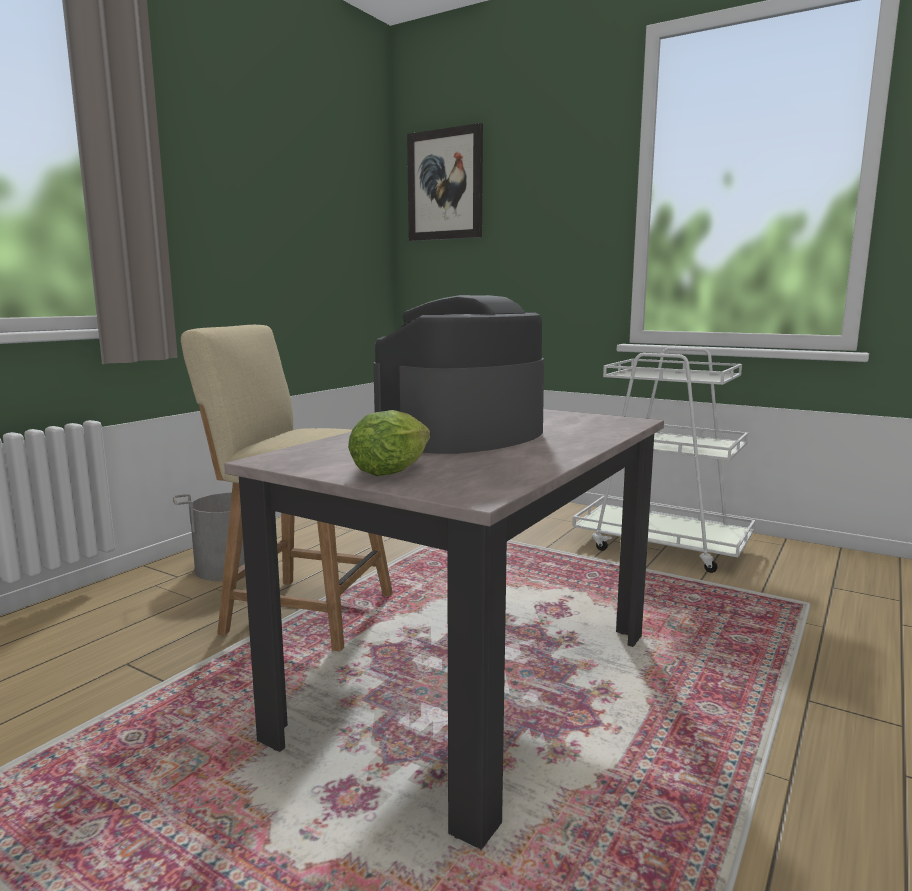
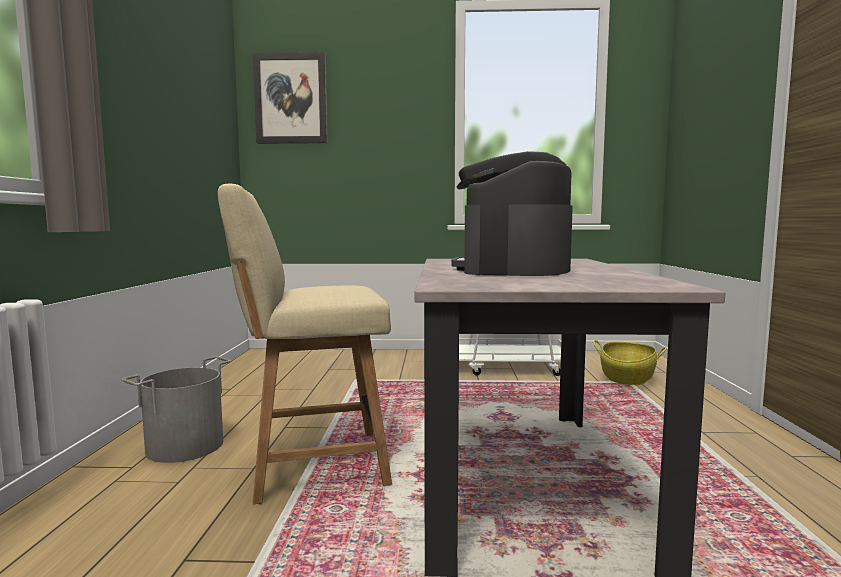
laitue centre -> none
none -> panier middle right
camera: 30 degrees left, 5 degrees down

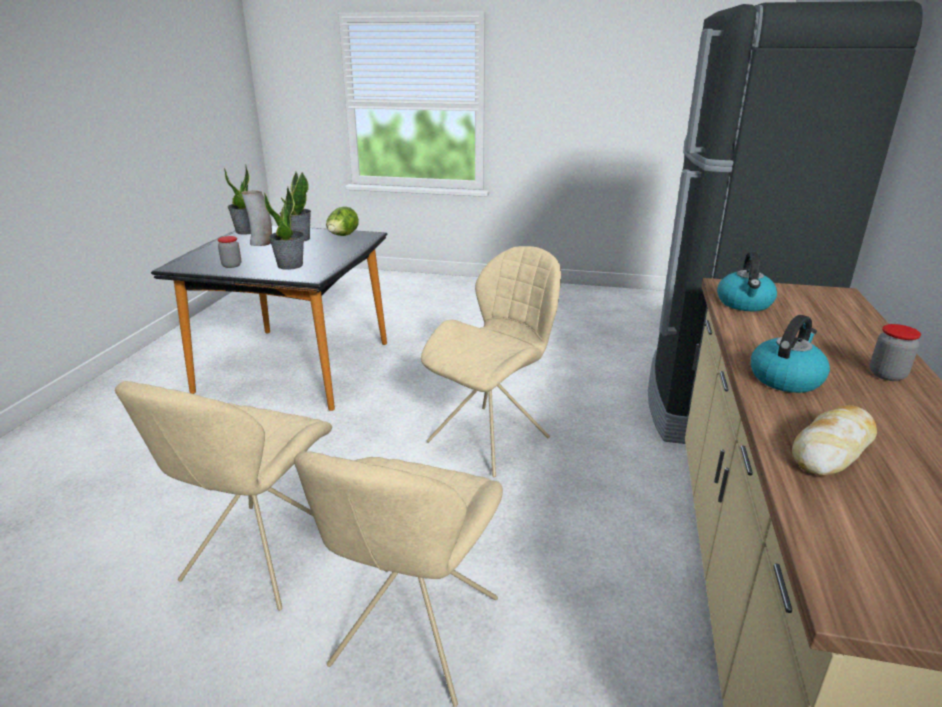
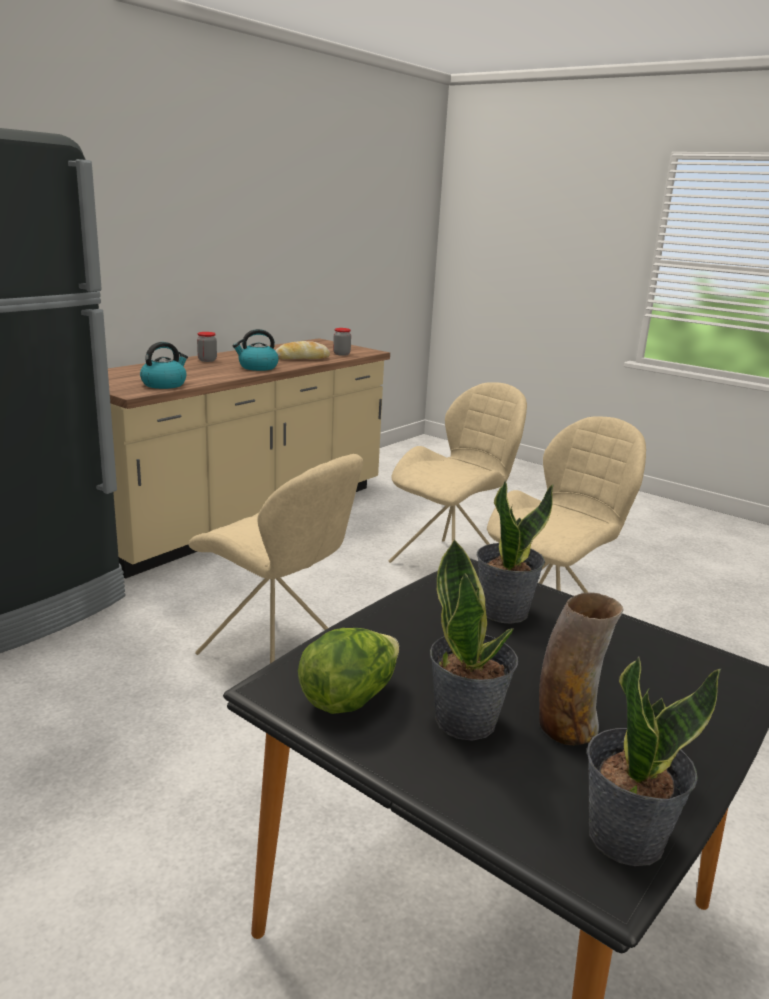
bocal (no. 1 from left in the first image) middle left -> bocal (no. 2 from left) centre, relocated
chaise [beige] (no. 3 from left in the first image) centre -> chaise [beige] (no. 1 from left) centre, 120 degrees counterclockwise
camera: 155 degrees left, 5 degrees down

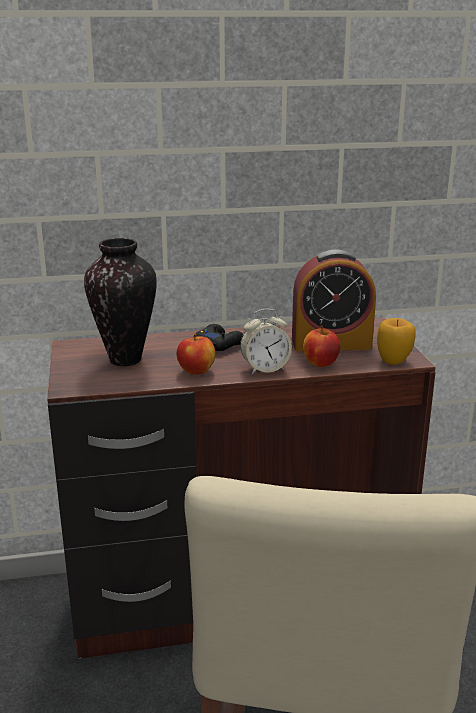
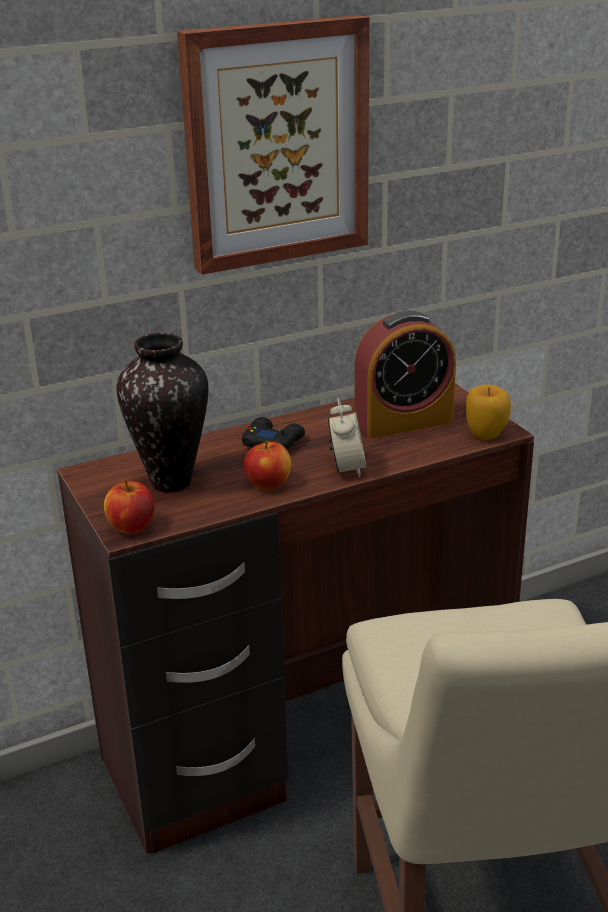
none -> tableau top centre
pomme (no. 2 from left in the first image) middle right -> pomme (no. 1 from left) middle left, relocated
réveil (no. 1 from left) centre, 60 degrees counterclockwise
camera: 15 degrees left, 5 degrees up

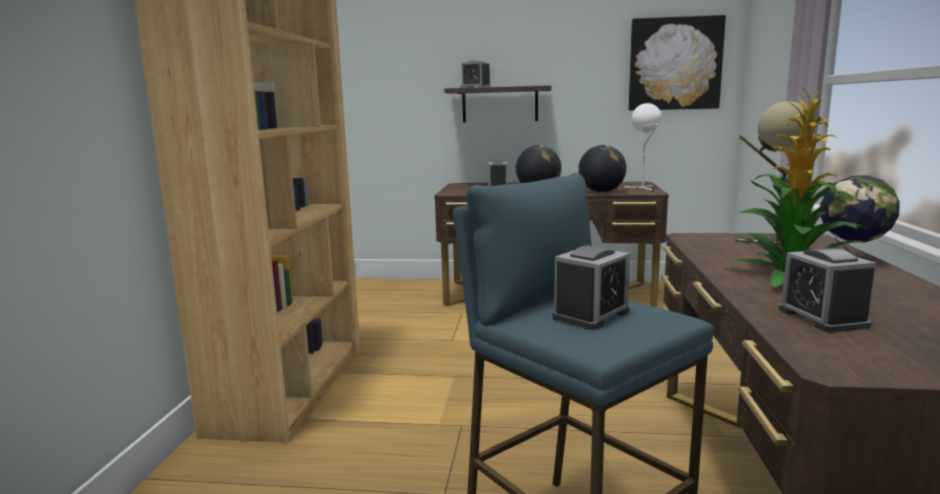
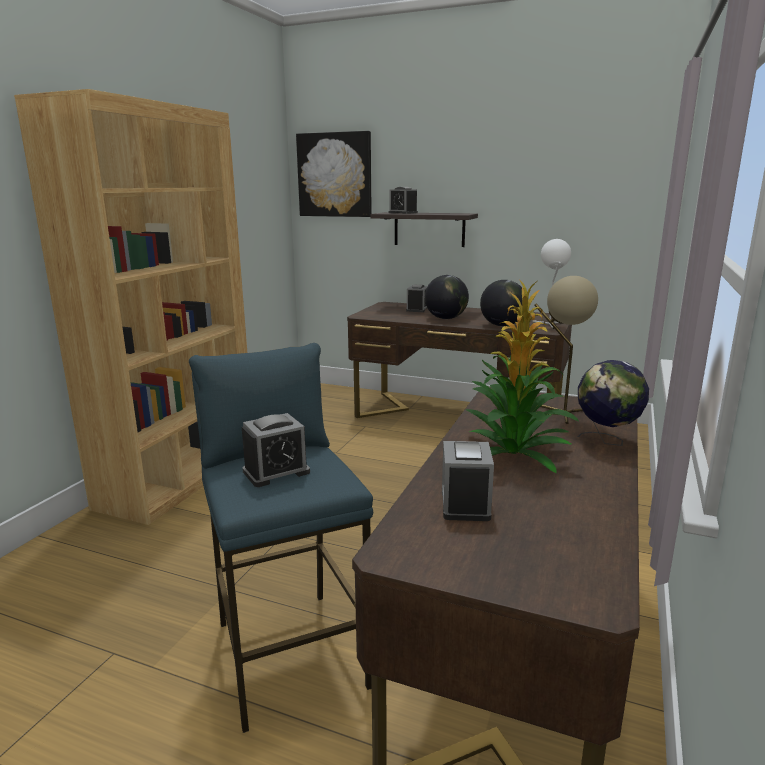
tableau top right -> tableau top centre, relocated
camera: 15 degrees right, 5 degrees up

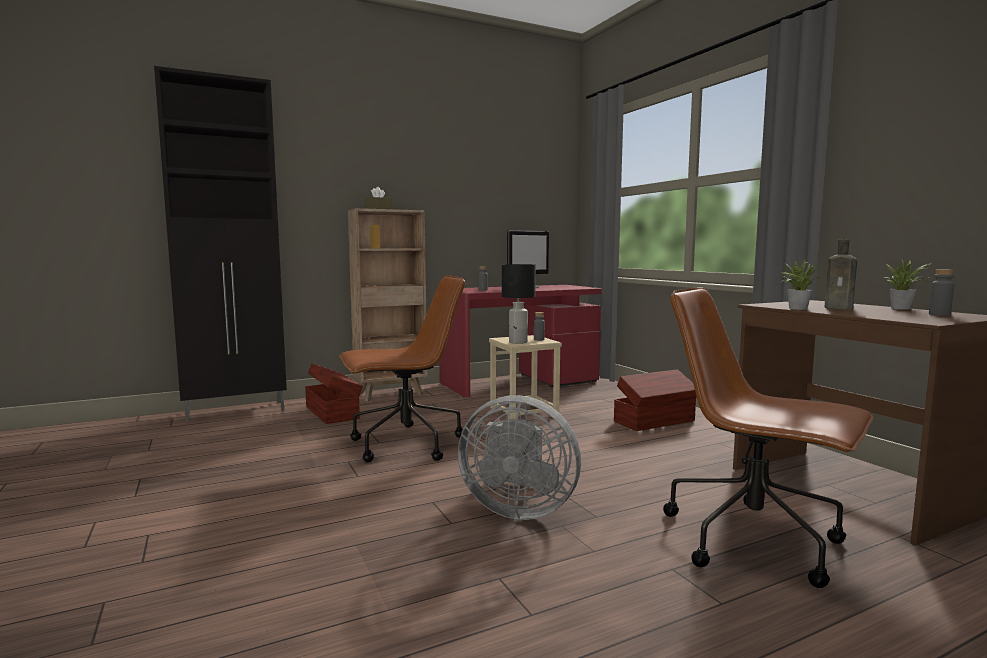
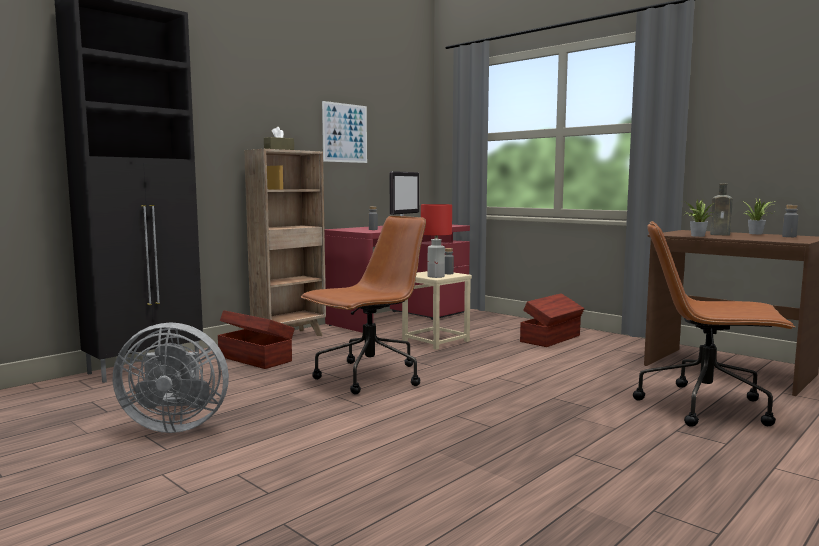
none -> tableau top centre
ventilateur [gris] bottom centre -> ventilateur [gris] bottom left, relocated
lampe de table [noir] centre -> lampe de table [rouge] centre
camera: 20 degrees left, 0 degrees up

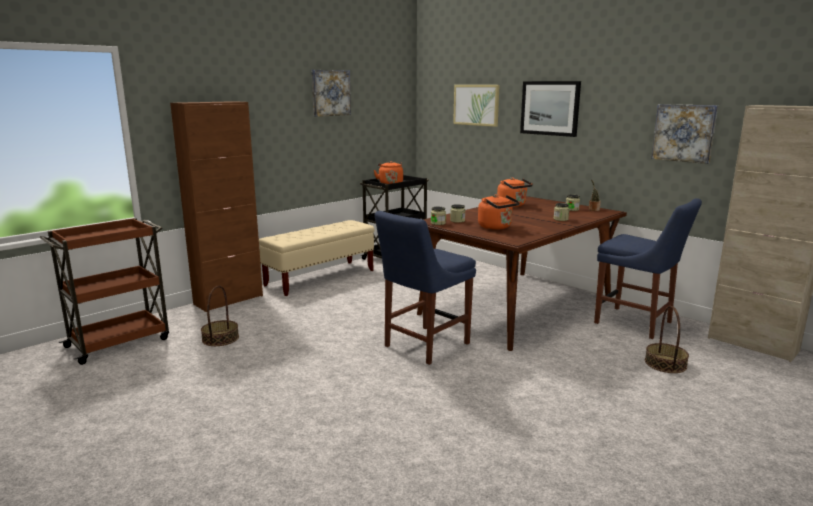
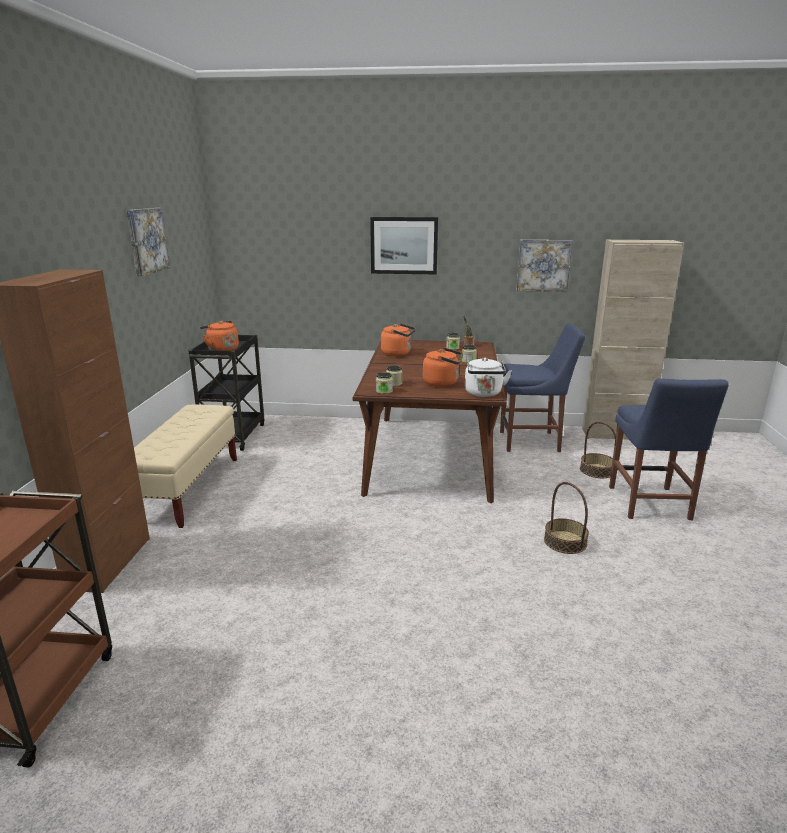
tableau (no. 2 from left) top centre -> none
none -> bouilloire [blanc] centre
panier (no. 1 from left) middle left -> panier (no. 1 from left) middle right, relocated
chaise [bleu] (no. 1 from left in the first image) centre -> chaise [bleu] (no. 2 from left) middle right, relocated
camera: 40 degrees left, 5 degrees up

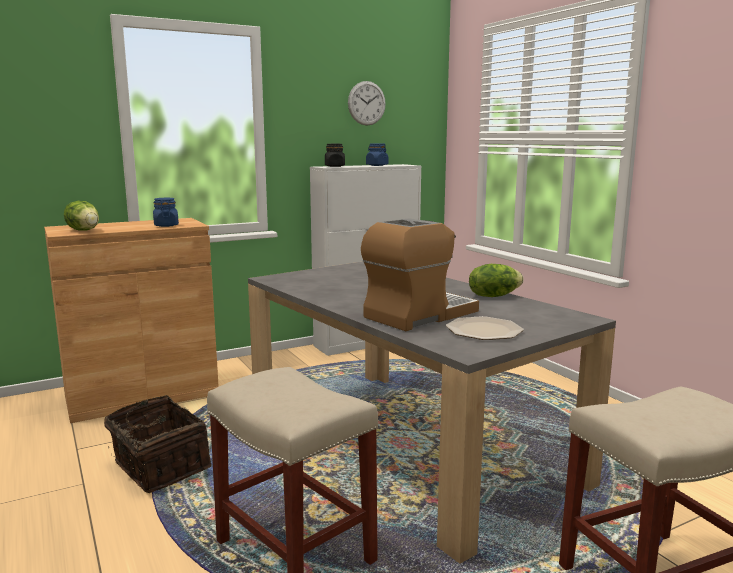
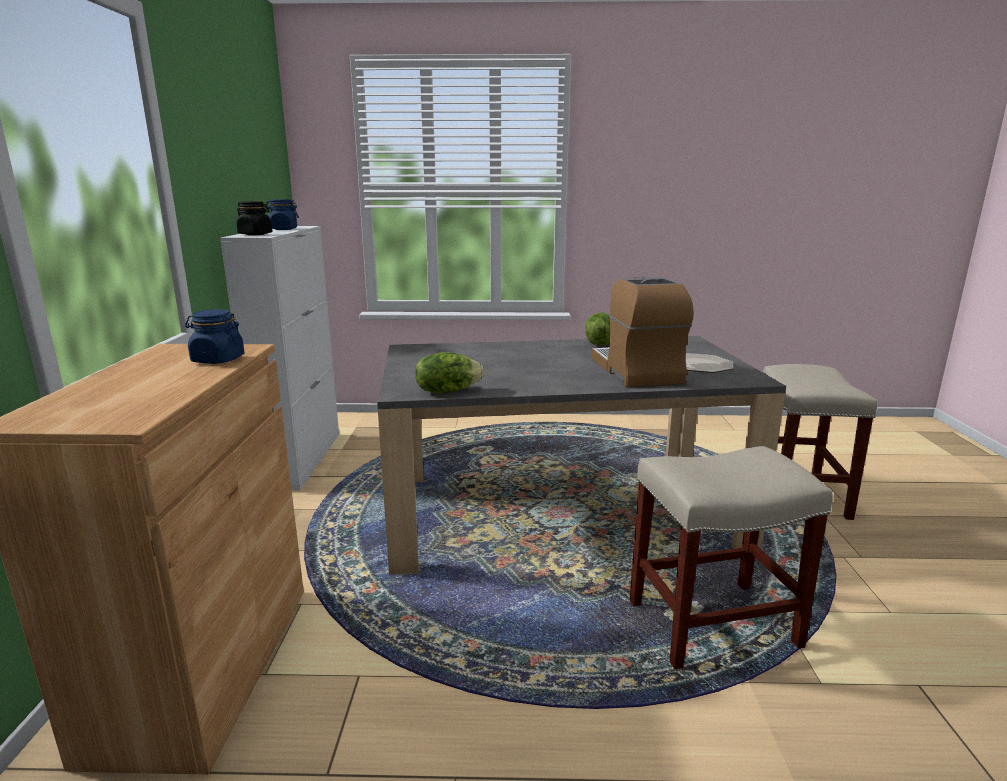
panier bottom left -> none
horloge murale top centre -> none
laitue (no. 1 from left) middle left -> laitue (no. 1 from left) centre, relocated
camera: 60 degrees left, 5 degrees up

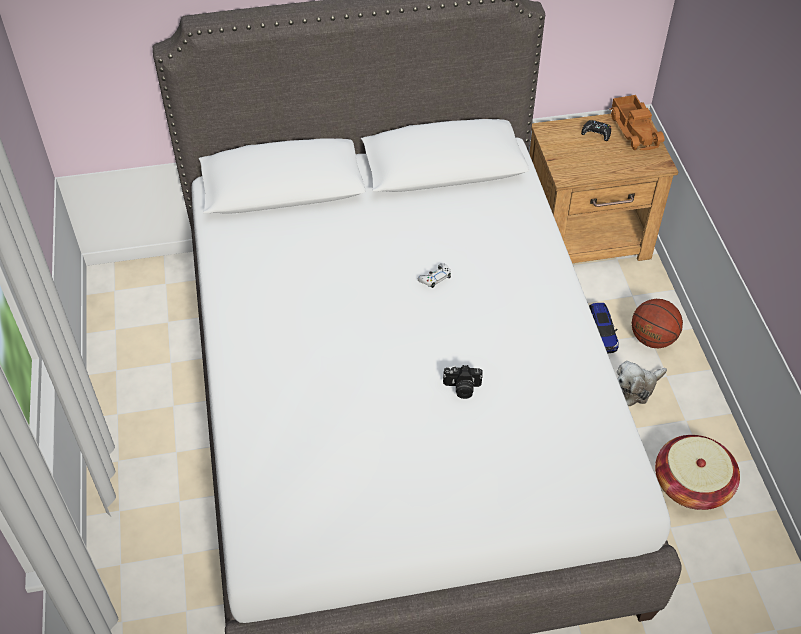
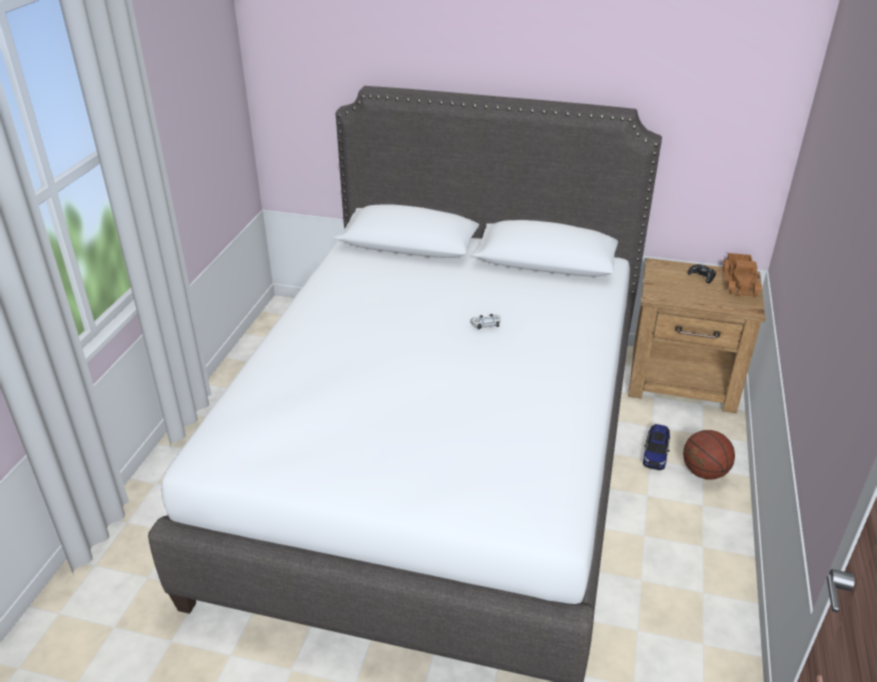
appareil photo centre -> none
peluche middle right -> none
panier bottom right -> none
camera: 25 degrees right, 15 degrees down

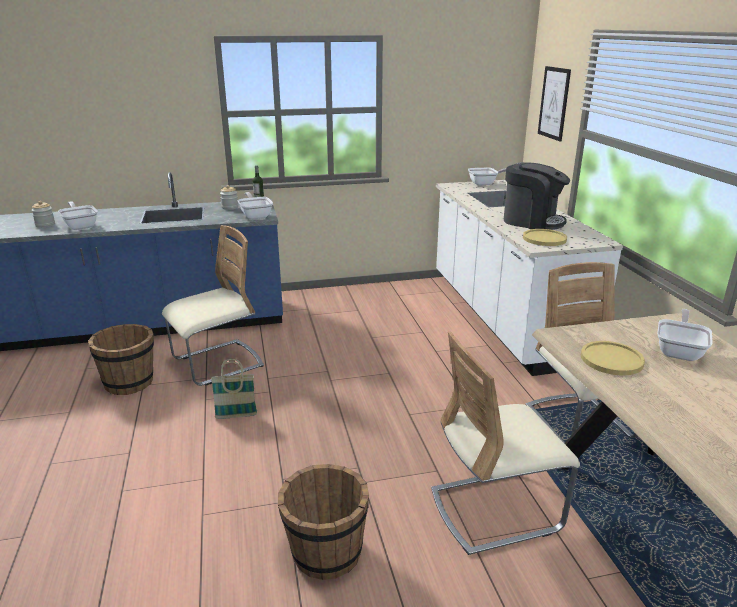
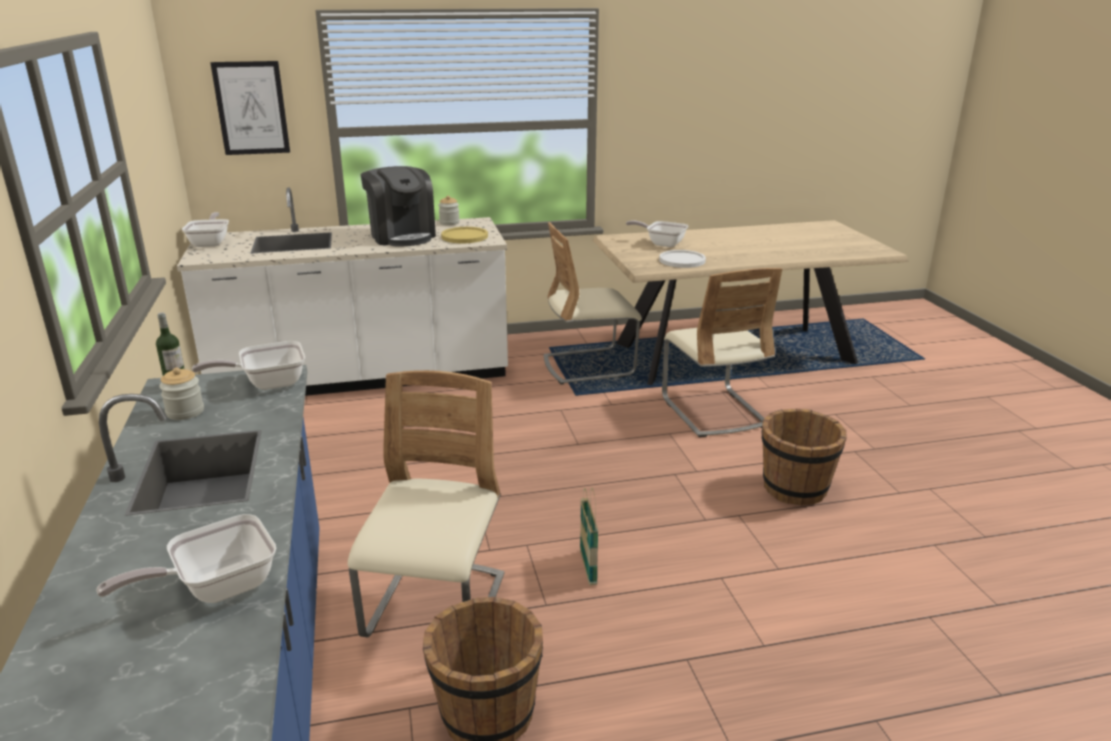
bocal (no. 1 from left in the first image) middle left -> bocal (no. 2 from left) top centre, relocated
assiette [jaune] (no. 2 from left) middle right -> assiette [blanc] centre
chaise [beige] (no. 1 from left) middle left -> chaise [beige] (no. 1 from left) bottom centre, 45 degrees clockwise
machine à café top right -> machine à café top centre, 120 degrees clockwise
camera: 90 degrees left, 0 degrees up

